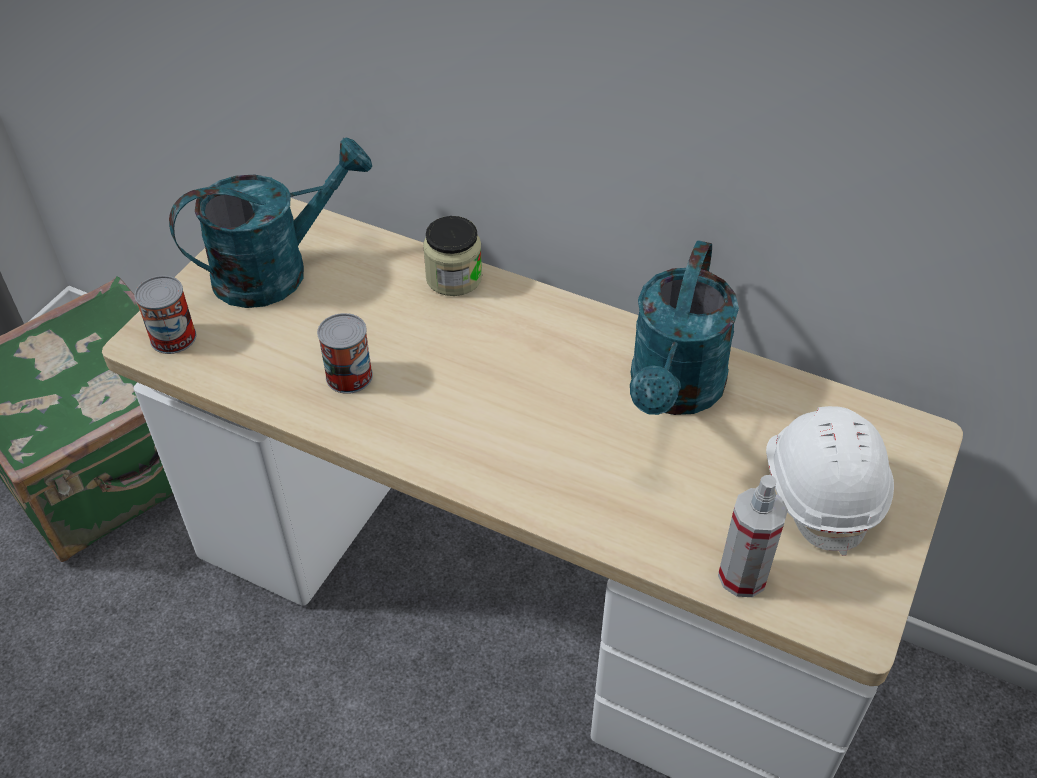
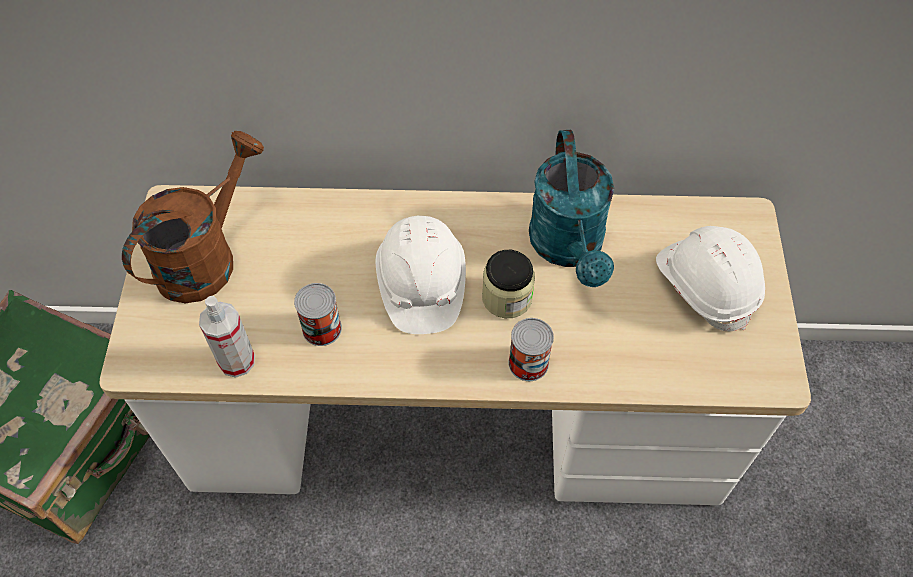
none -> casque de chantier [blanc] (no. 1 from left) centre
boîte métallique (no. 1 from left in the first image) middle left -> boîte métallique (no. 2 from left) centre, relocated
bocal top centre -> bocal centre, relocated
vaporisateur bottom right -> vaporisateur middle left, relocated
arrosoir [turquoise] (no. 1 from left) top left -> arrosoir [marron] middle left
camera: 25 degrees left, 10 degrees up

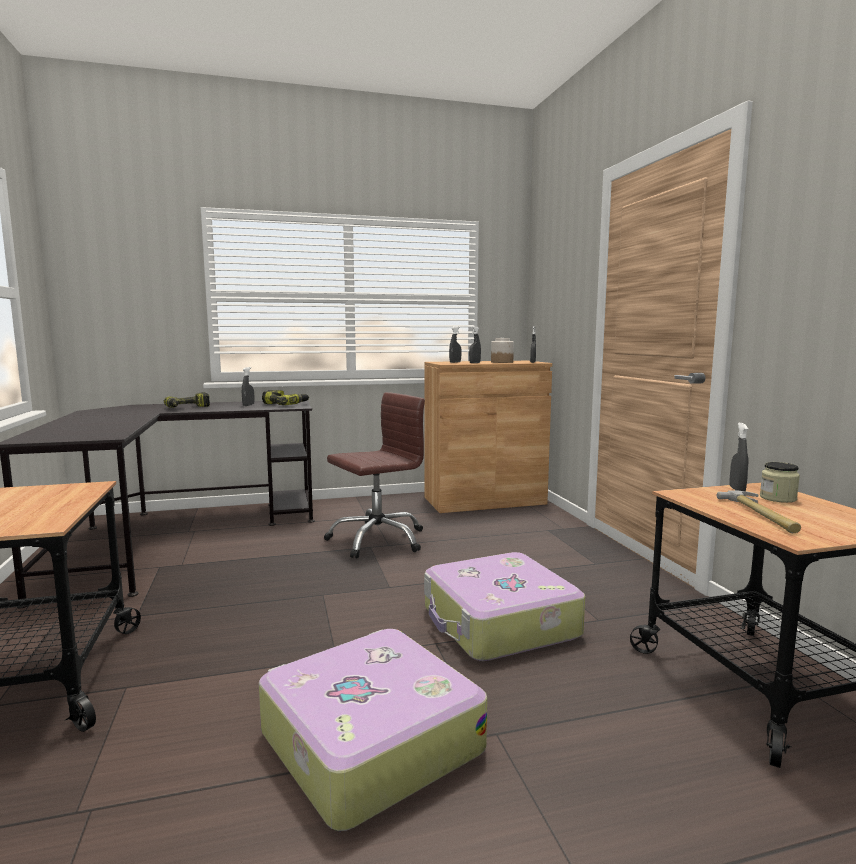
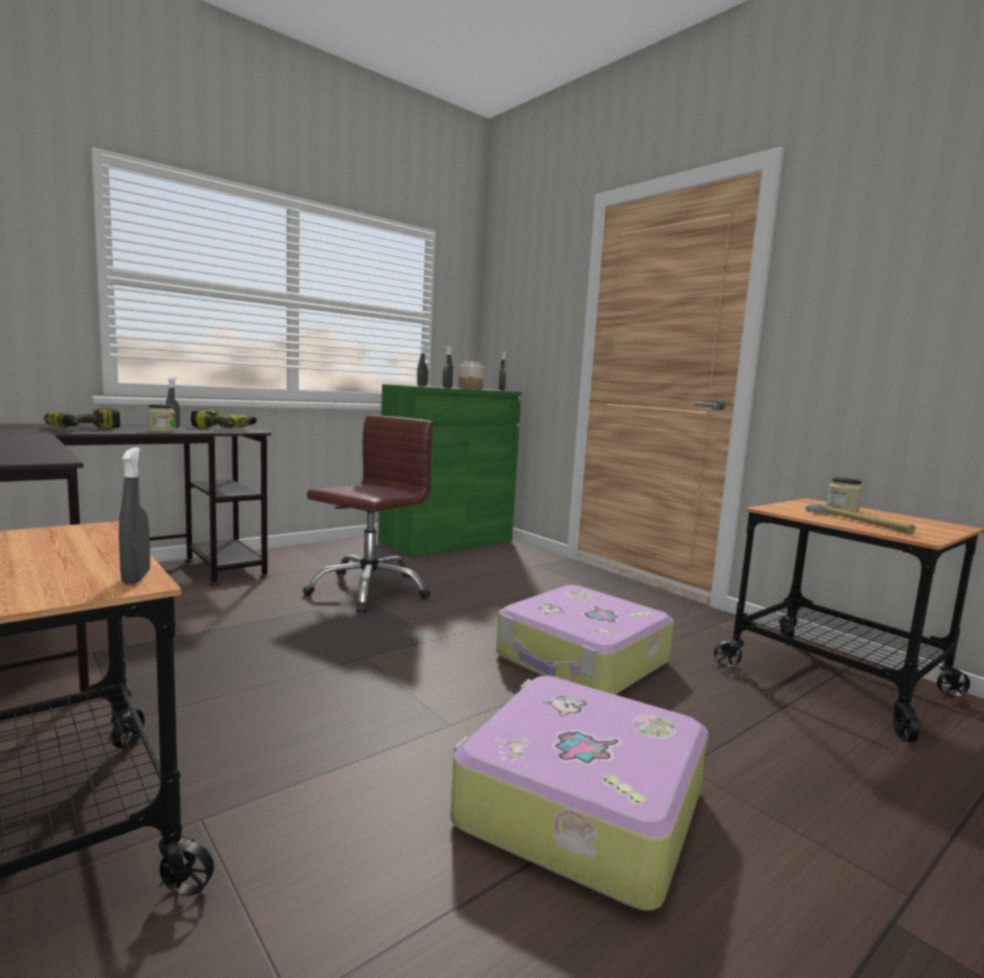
none -> bocal (no. 1 from left) middle left
vaporisateur [gris] (no. 5 from left in the first image) middle right -> vaporisateur [gris] (no. 1 from left) middle left, relocated
meuble de rangement [marron] centre -> meuble de rangement [vert] centre
camera: 25 degrees left, 0 degrees up

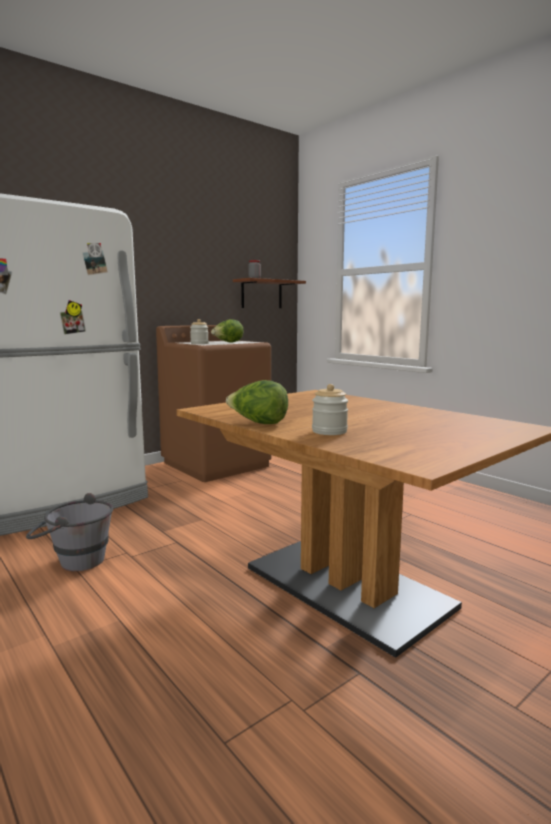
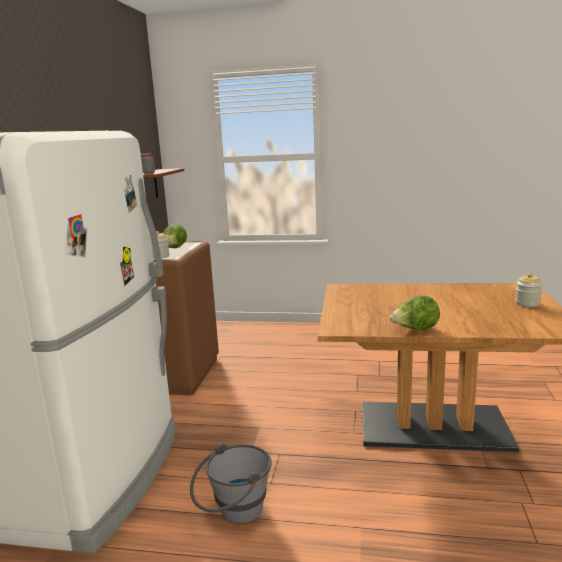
bocal (no. 3 from left) centre -> bocal (no. 3 from left) middle right, relocated
camera: 40 degrees left, 5 degrees up

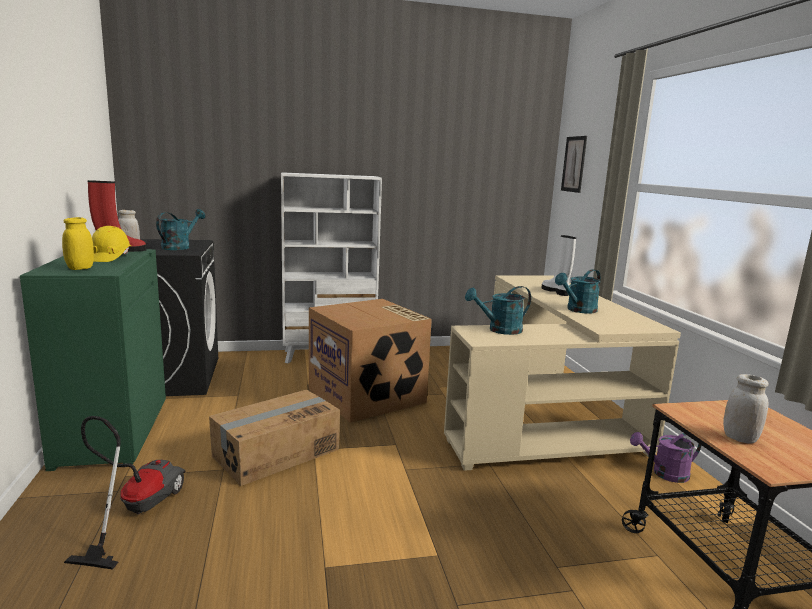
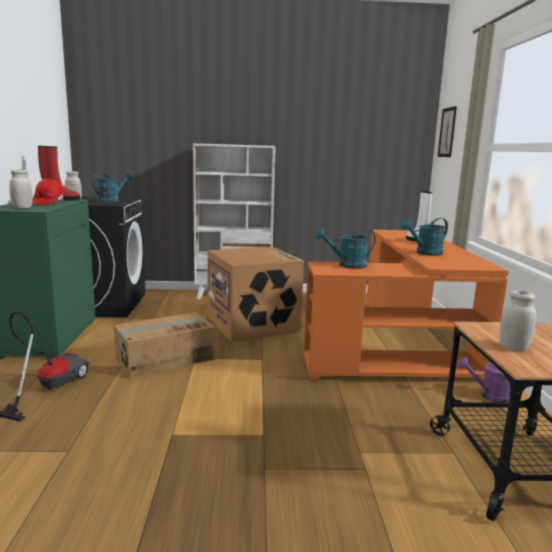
bocal [jaune] middle left -> bocal [blanc] (no. 1 from left) middle left
casque de chantier [jaune] middle left -> casque de chantier [rouge] middle left
bureau [beige] middle right -> bureau [orange] middle right
camera: 10 degrees right, 0 degrees up

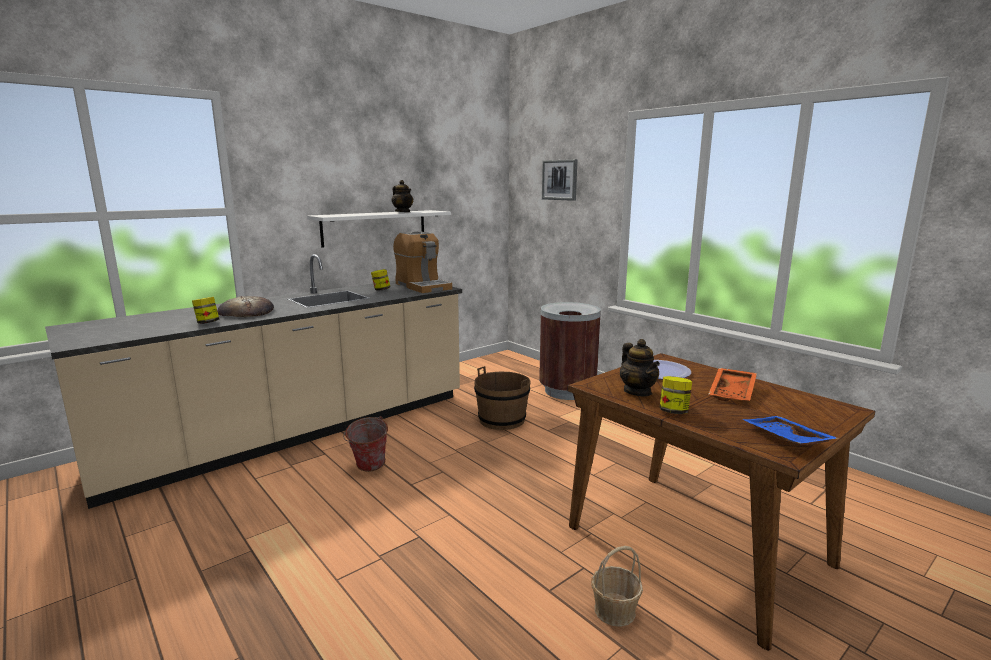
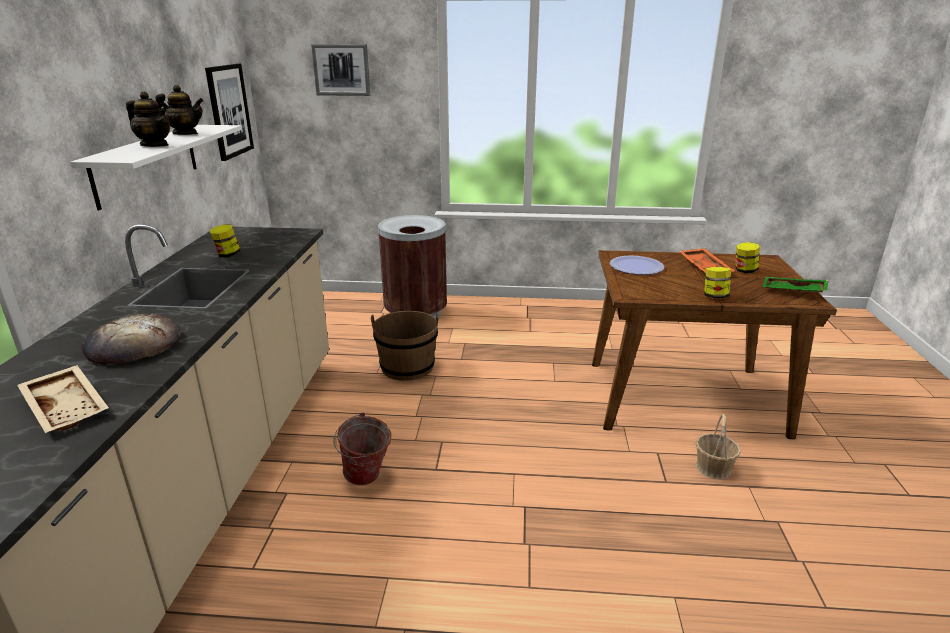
machine à café centre -> none
none -> plateau [beige] middle left
none -> tableau (no. 1 from left) top left
bocal (no. 1 from left in the first image) middle left -> bocal (no. 3 from left) middle right, relocated
théière (no. 2 from left in the first image) centre -> théière (no. 1 from left) top left, relocated
plateau [bleu] middle right -> plateau [vert] middle right
camera: 45 degrees left, 10 degrees up

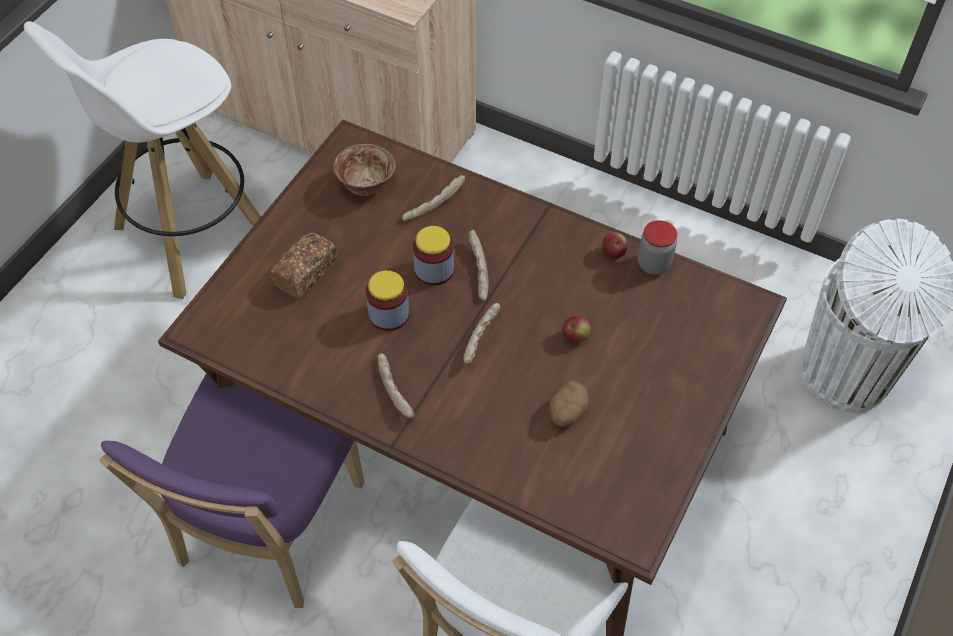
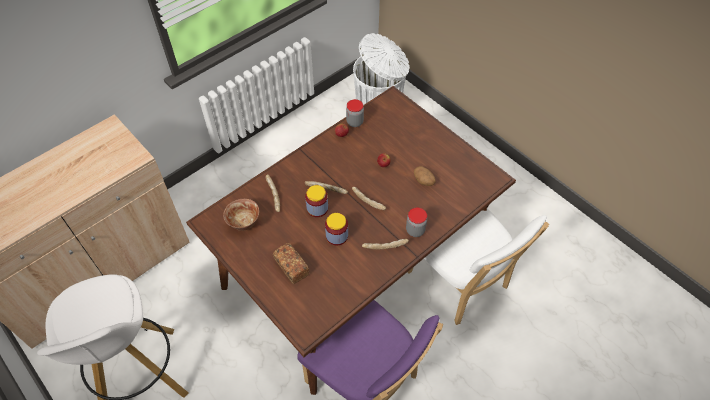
none -> bocal (no. 4 from left) centre
camera: 70 degrees left, 0 degrees up

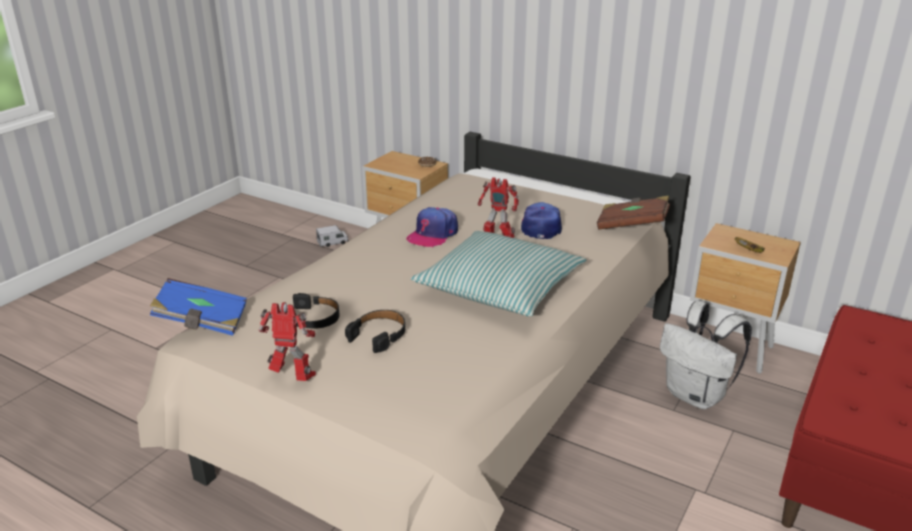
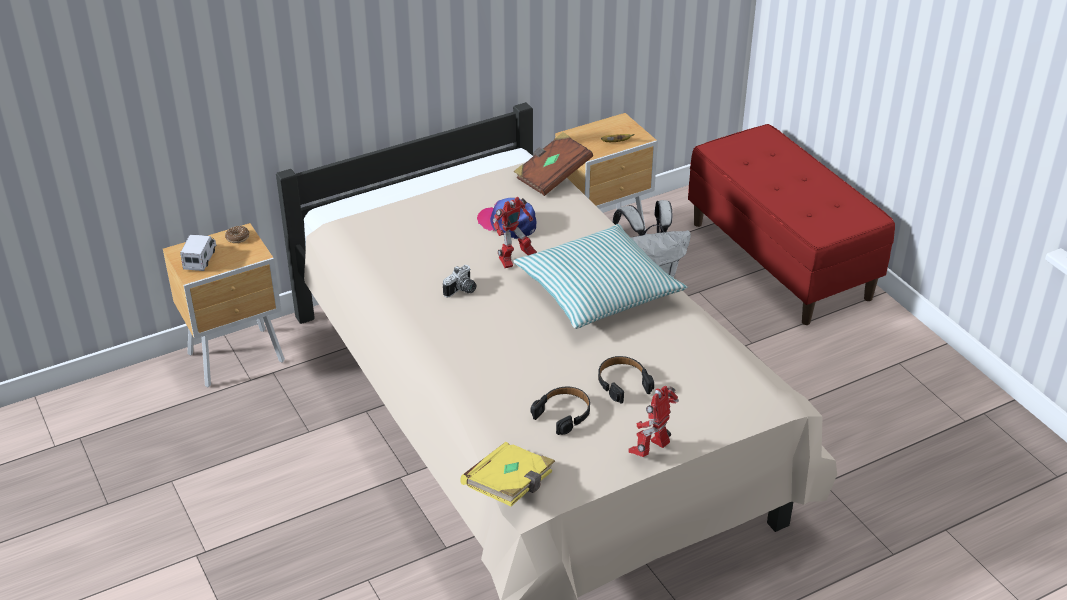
camion jouet centre -> camion jouet middle left, relocated
casquette (no. 1 from left) centre -> appareil photo centre
livre [bleu] middle left -> livre [jaune] bottom centre
camera: 60 degrees left, 10 degrees up

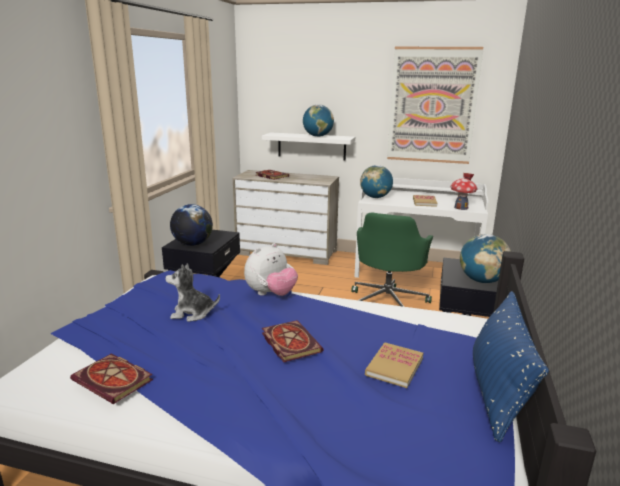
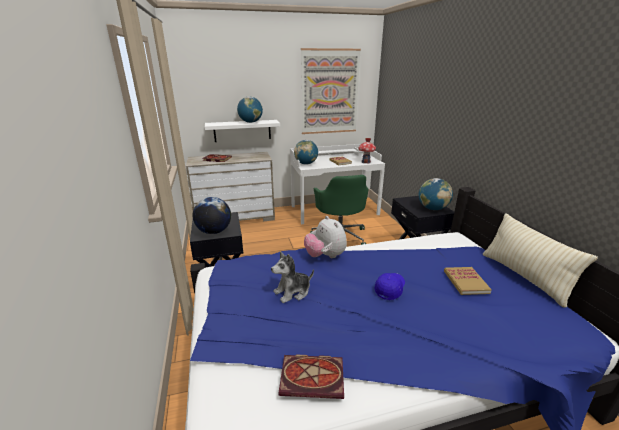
livre (no. 3 from left) bottom centre -> casquette [bleu] centre
coussin [bleu] bottom right -> coussin [beige] middle right
peluche (no. 2 from left) centre, 135 degrees clockwise
camera: 30 degrees left, 5 degrees up

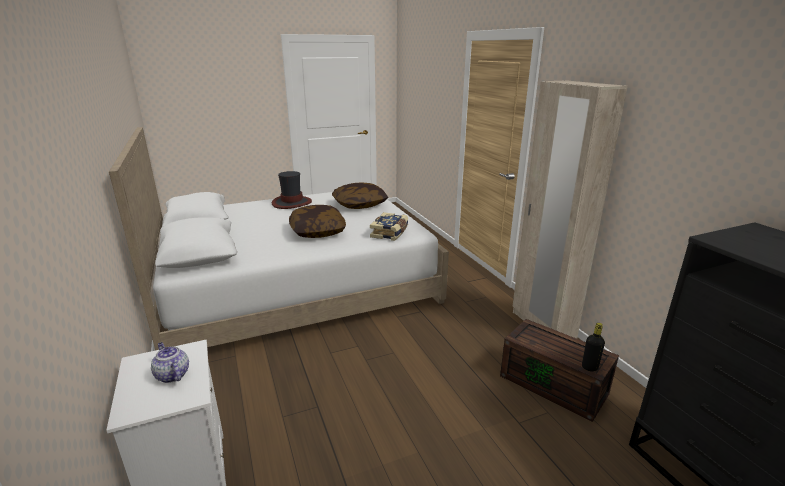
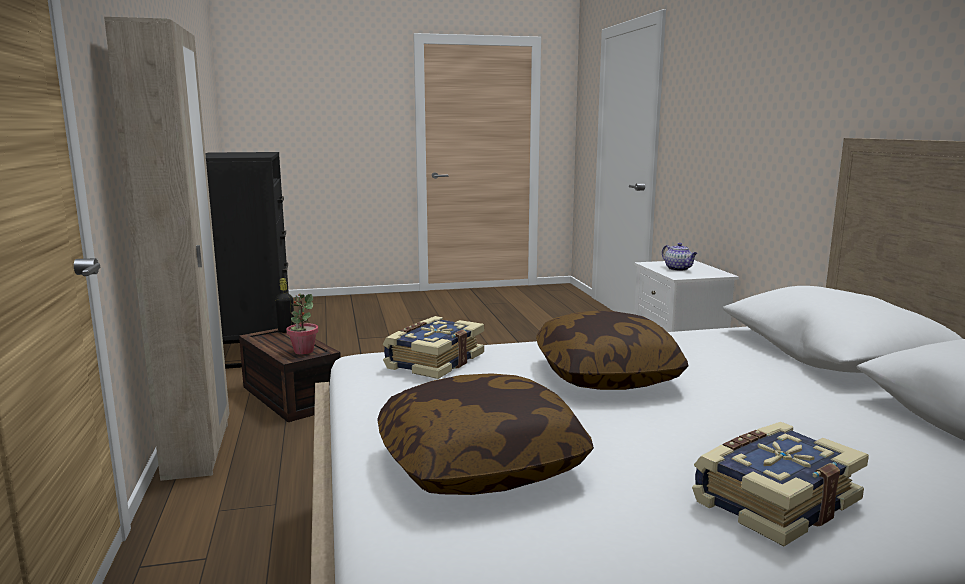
none -> plante en pot middle left
chapeau centre -> livre (no. 2 from left) bottom right
camera: 170 degrees left, 10 degrees down

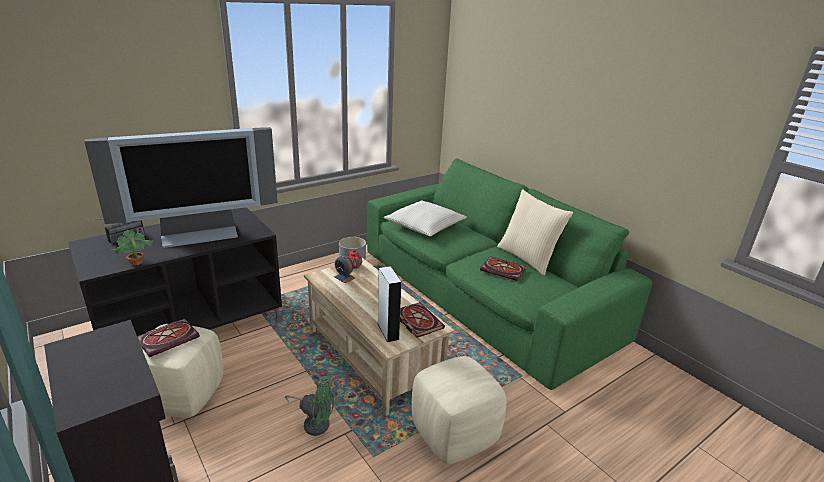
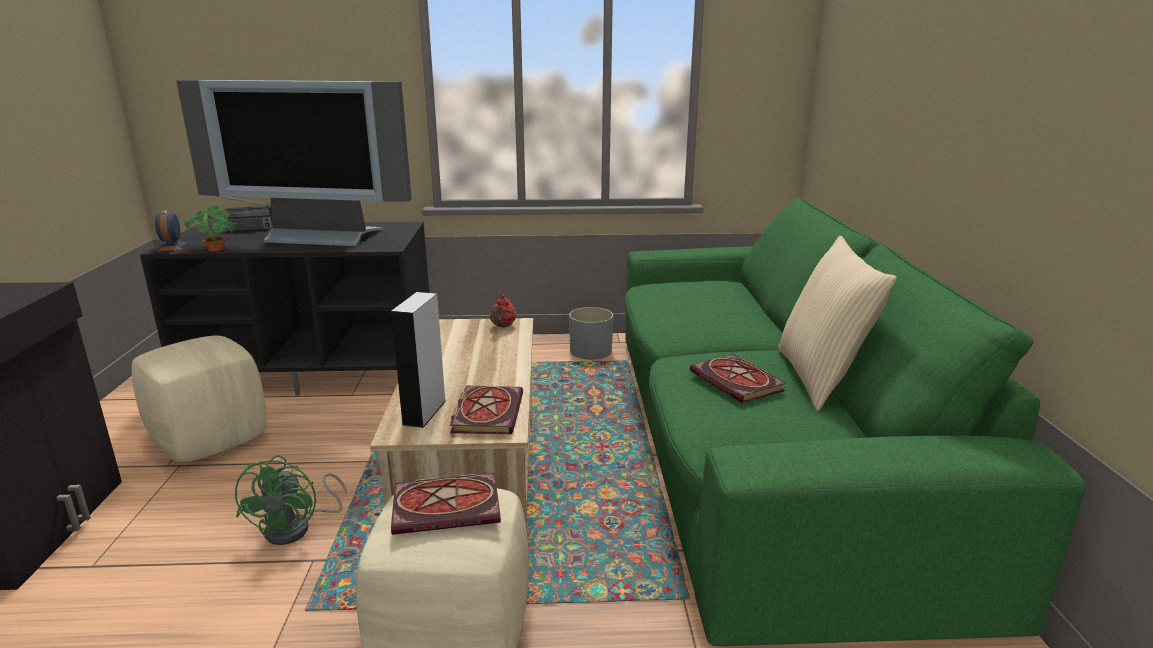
coussin [beige] (no. 1 from left) centre -> none
livre (no. 1 from left) bottom left -> livre (no. 1 from left) bottom centre, relocated
réveil centre -> réveil middle left, relocated
ventilateur [vert] bottom centre -> ventilateur [vert] bottom left, 45 degrees clockwise
camera: 35 degrees right, 5 degrees down

